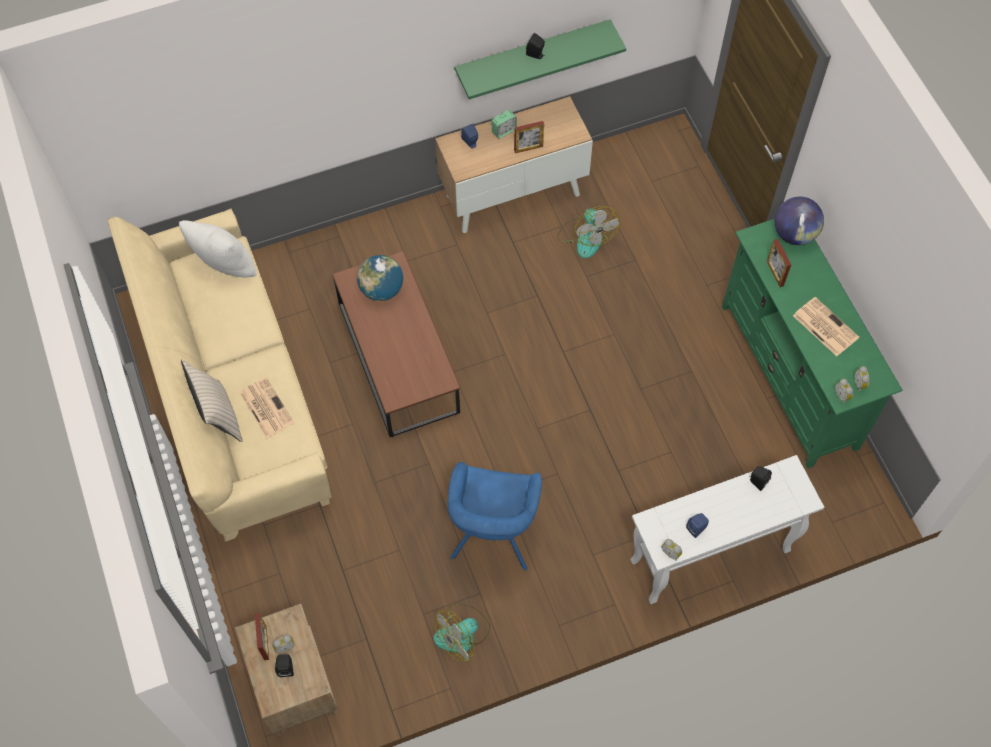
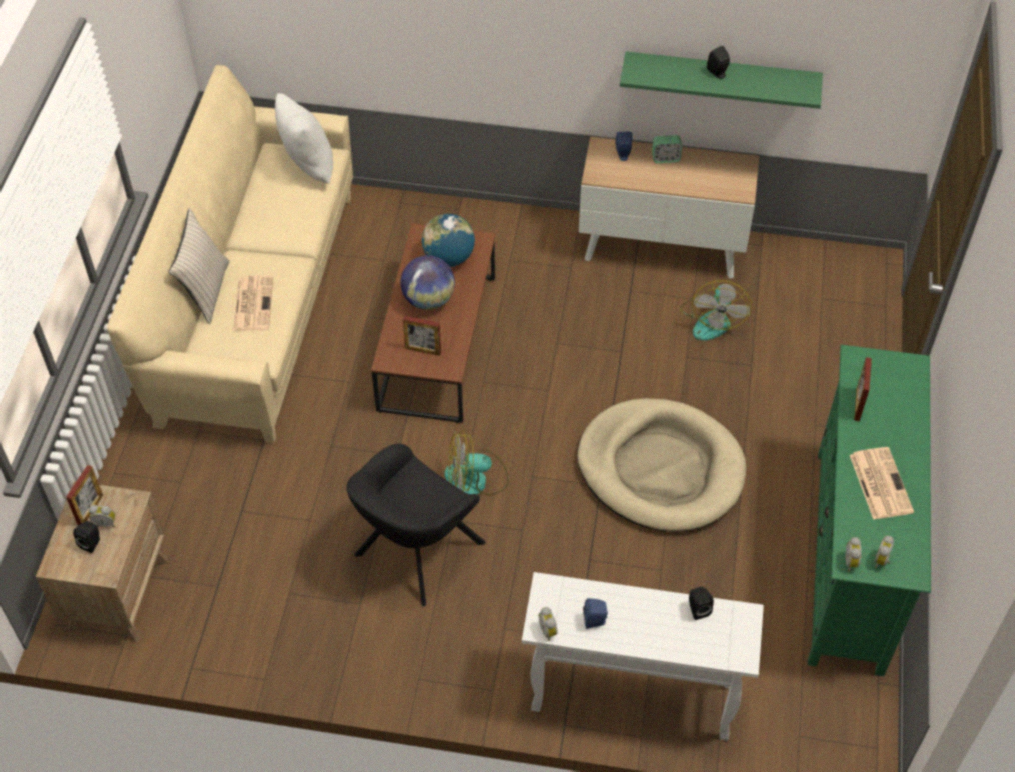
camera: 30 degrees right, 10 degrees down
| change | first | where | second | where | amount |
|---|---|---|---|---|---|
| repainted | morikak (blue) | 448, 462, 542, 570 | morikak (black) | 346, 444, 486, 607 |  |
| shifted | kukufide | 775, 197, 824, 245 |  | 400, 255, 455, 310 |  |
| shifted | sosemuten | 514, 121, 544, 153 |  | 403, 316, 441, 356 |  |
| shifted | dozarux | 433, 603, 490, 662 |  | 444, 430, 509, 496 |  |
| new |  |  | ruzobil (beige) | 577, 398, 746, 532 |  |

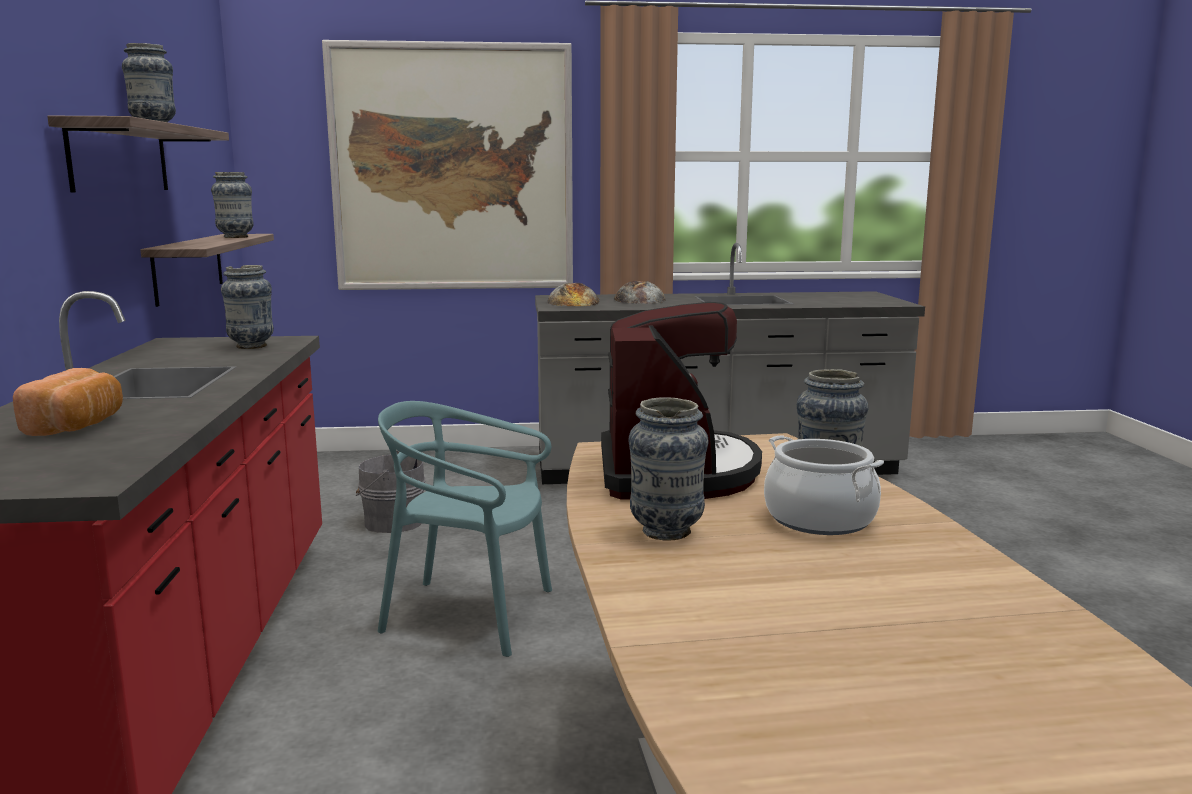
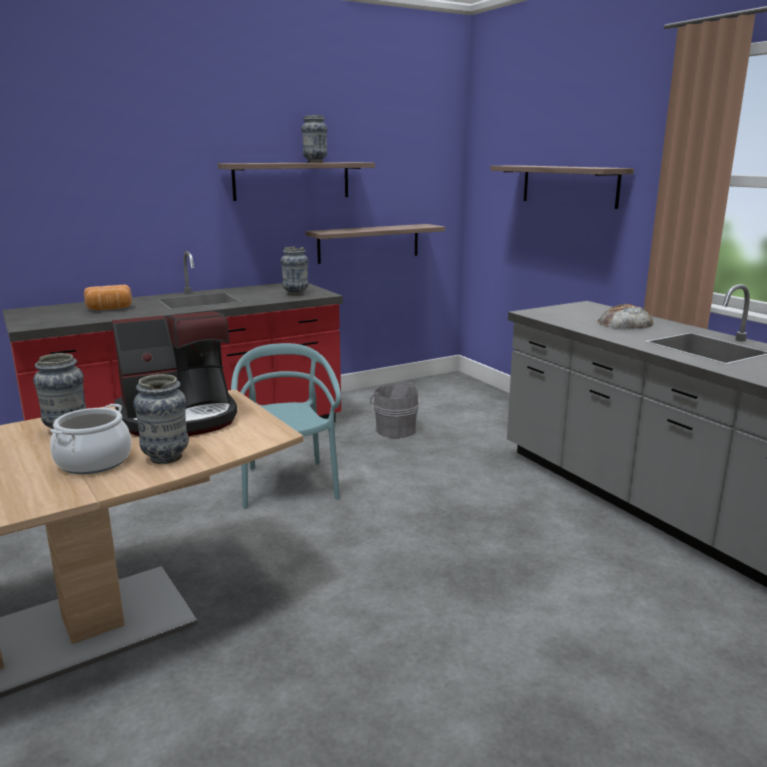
camera: 65 degrees right, 5 degrees up
| change | first | where | second | where | amount |
|---|---|---|---|---|---|
| swapped | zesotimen | 322, 40, 573, 290 | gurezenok | 490, 165, 634, 209 |  |
| gone | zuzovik | 211, 172, 254, 238 |  |  |  |
| gone | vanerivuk | 547, 283, 599, 306 |  |  |  |

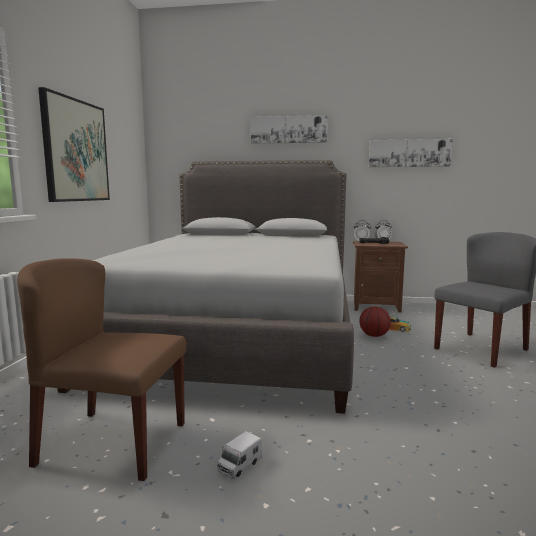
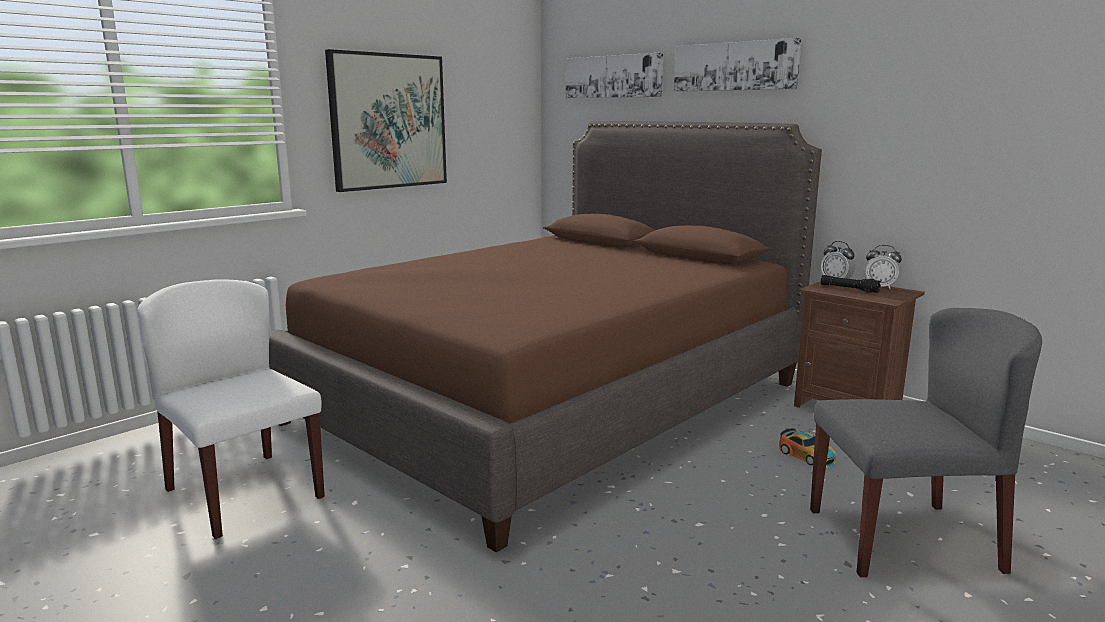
camera: 35 degrees right, 5 degrees up
| change | first | where | second | where | amount |
|---|---|---|---|---|---|
| repainted | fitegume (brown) | 17, 258, 186, 481 | fitegume (white) | 137, 279, 325, 539 |  |
| repainted | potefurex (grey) | 57, 160, 354, 414 | potefurex (brown) | 269, 121, 822, 552 |  |
| shifted | zesotimen | 369, 139, 453, 167 |  | 566, 52, 663, 98 |  |
| gone | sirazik | 217, 431, 262, 479 |  |  |  |
| gone | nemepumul | 359, 306, 391, 337 |  |  |  |

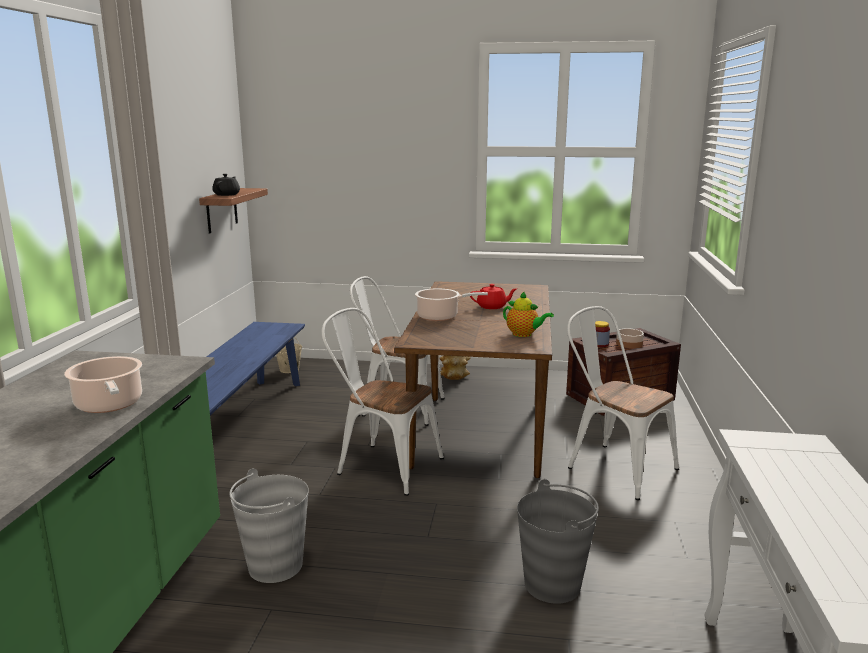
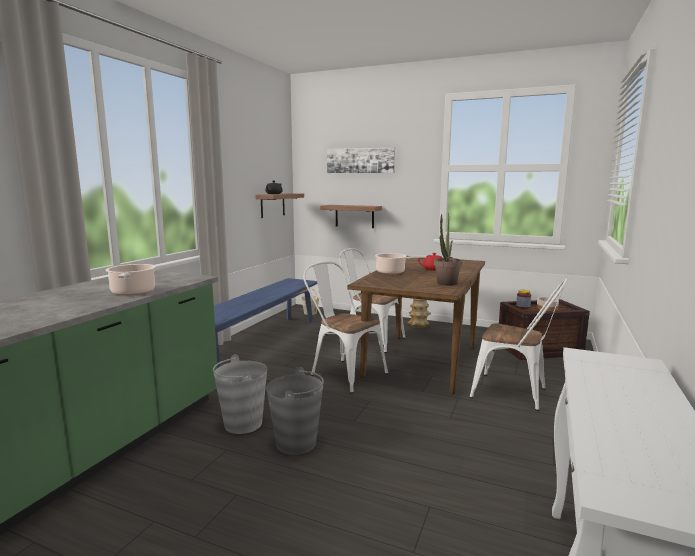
camera: 15 degrees right, 5 degrees down
| change | first | where | second | where | amount |
|---|---|---|---|---|---|
| shifted | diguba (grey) | 517, 479, 599, 604 |  | 266, 367, 324, 455 |  |
| new |  |  | gurezenok | 320, 205, 382, 228 |  |
| new |  |  | zesotimen | 327, 147, 395, 173 |  |
| swapped | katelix | 503, 291, 554, 337 | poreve | 434, 213, 462, 286 |  |
| rotated | fitegume (white) | 567, 306, 679, 500 |  | 470, 278, 568, 411 | 150 degrees clockwise |

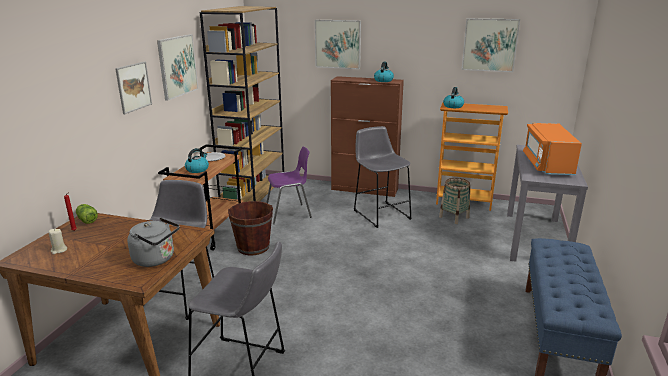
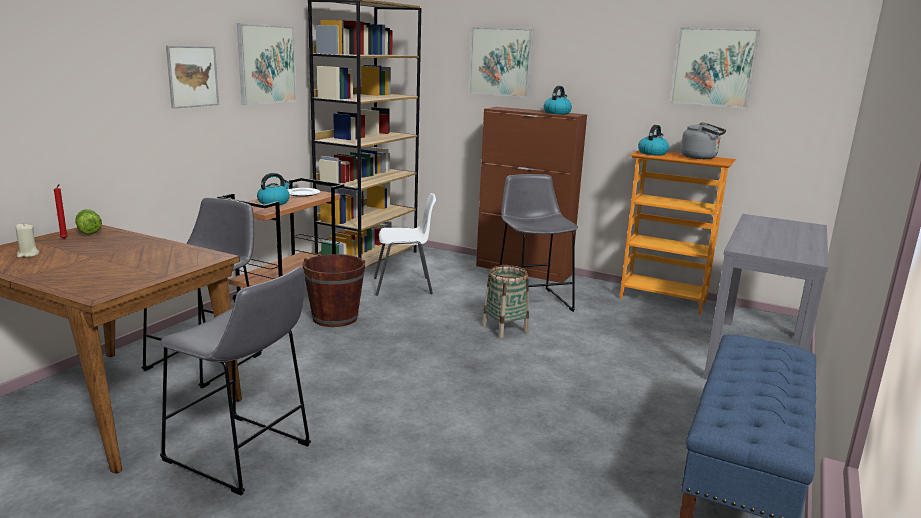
camera: 10 degrees right, 5 degrees down
| change | first | where | second | where | amount |
|---|---|---|---|---|---|
| repainted | fitegume (purple) | 266, 146, 312, 224 | fitegume (white) | 374, 193, 436, 296 |  |
| shifted | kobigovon | 439, 178, 470, 224 |  | 482, 265, 529, 338 |  |
| shifted | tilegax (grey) | 127, 218, 180, 267 |  | 681, 122, 726, 159 |  |
| gone | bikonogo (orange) | 523, 123, 582, 175 |  |  |  |

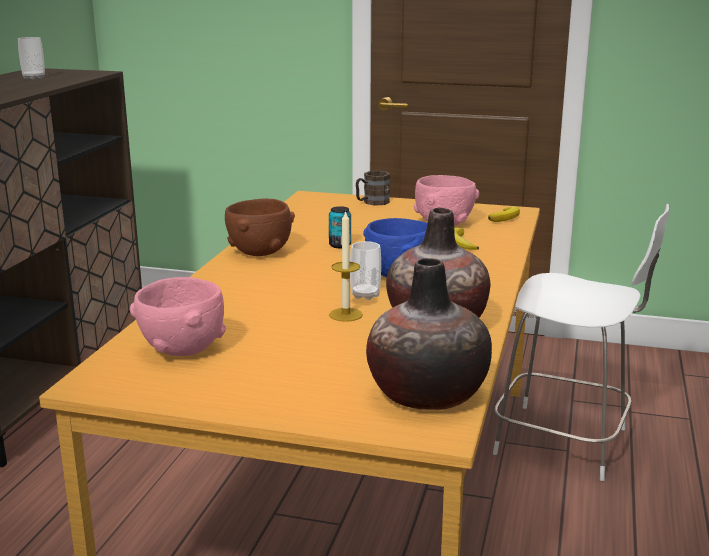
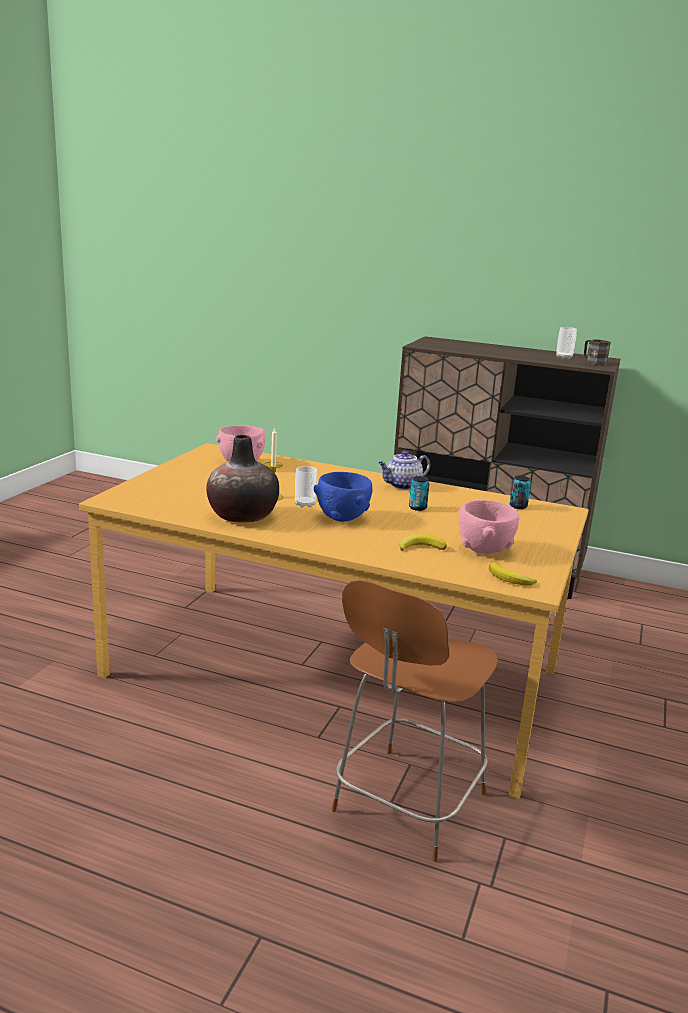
camera: 95 degrees right, 0 degrees up
| change | first | where | second | where | amount |
|---|---|---|---|---|---|
| repainted | fitegume (white) | 493, 204, 670, 481 | fitegume (brown) | 331, 580, 498, 862 |  |
| swapped | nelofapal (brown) | 225, 198, 295, 256 | katelix | 379, 451, 430, 490 |  |
| new |  |  | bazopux | 510, 475, 531, 509 |  |
| shifted | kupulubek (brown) | 356, 171, 390, 206 |  | 584, 339, 611, 366 |  |
| gone | zuzovik | 366, 258, 492, 410 |  |  |  |

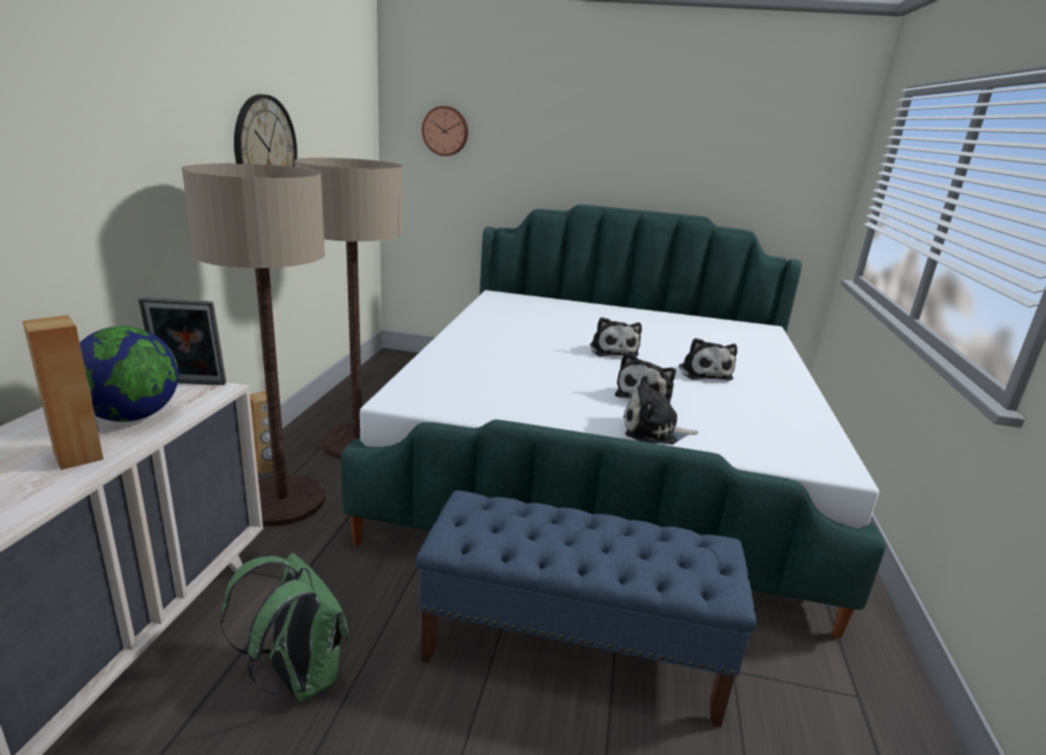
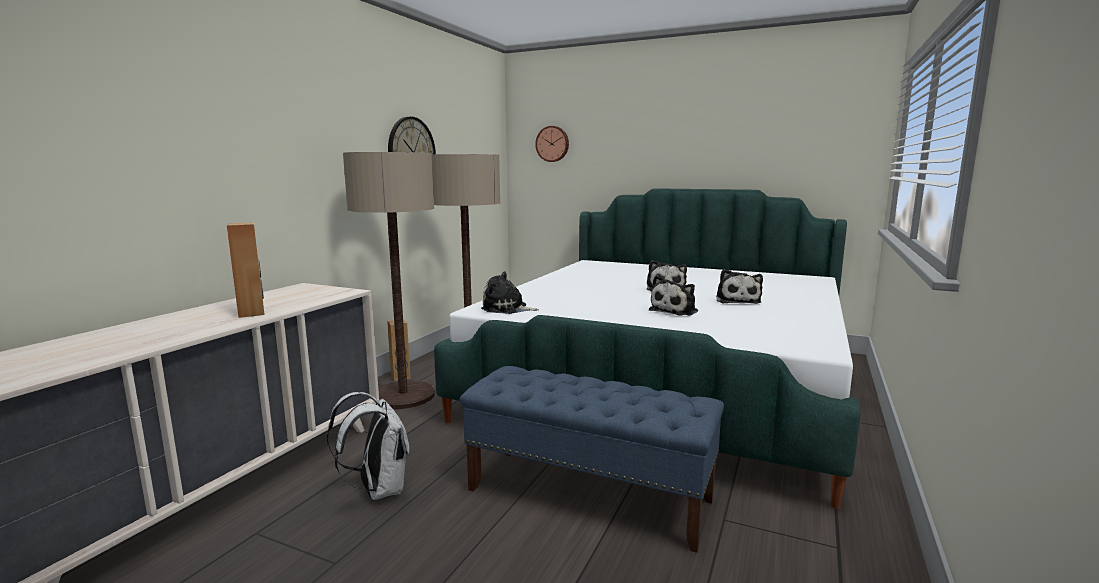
camera: 15 degrees right, 10 degrees down
| change | first | where | second | where | amount |
|---|---|---|---|---|---|
| repainted | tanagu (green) | 221, 553, 349, 701 | tanagu (white) | 327, 392, 409, 500 |  |
| shifted | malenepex | 623, 376, 698, 445 |  | 481, 271, 539, 314 |  |
| gone | kukufide | 80, 326, 179, 422 |  |  |  |
| gone | sosemuten | 138, 298, 226, 385 |  |  |  |

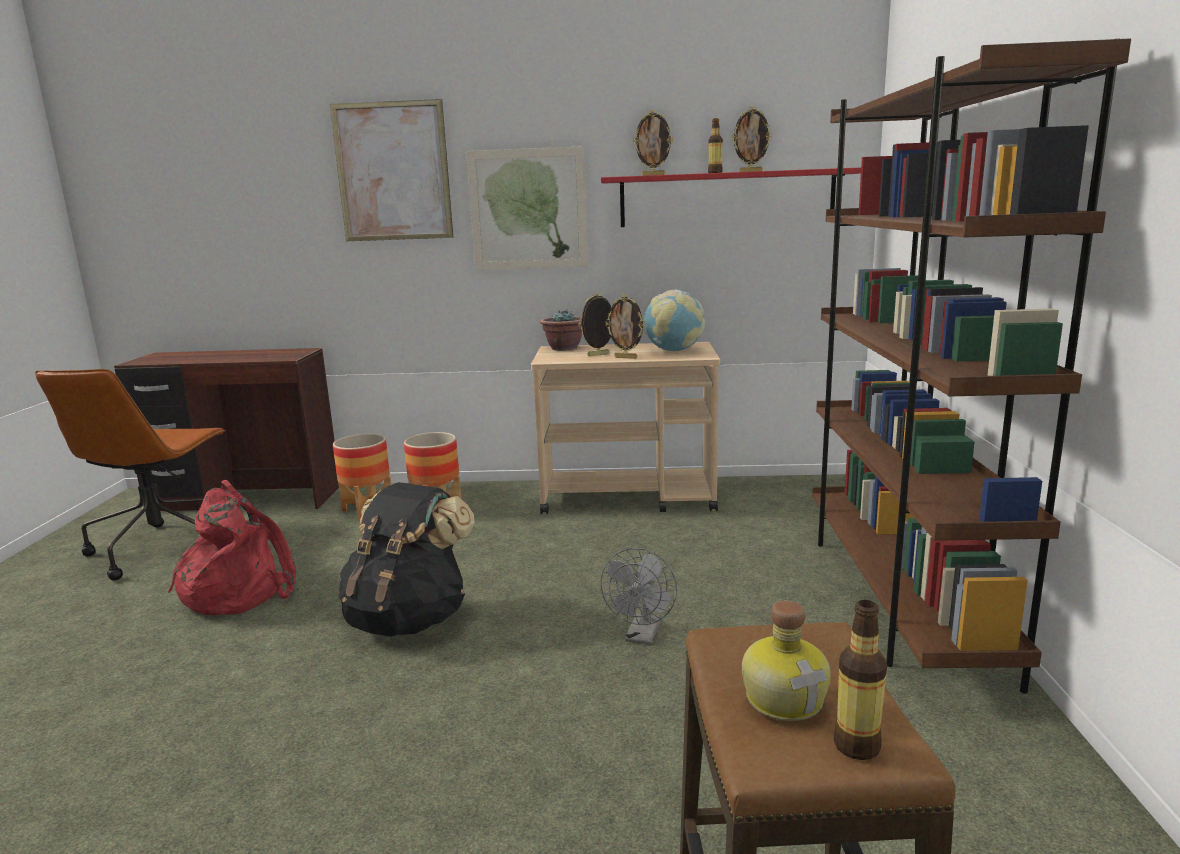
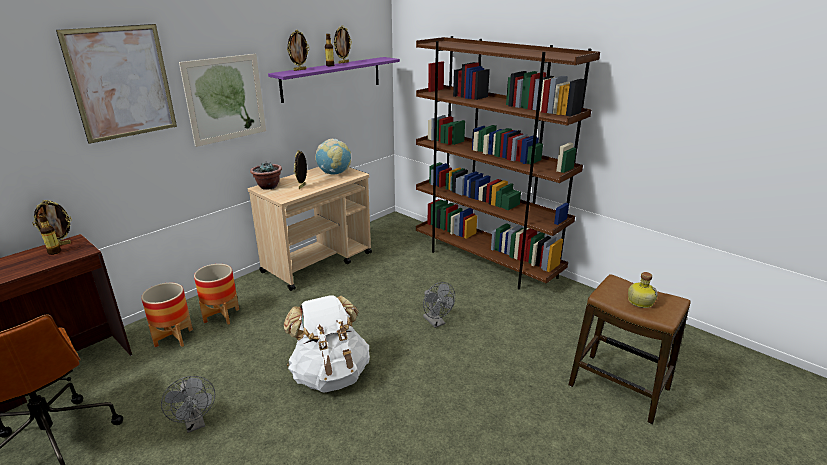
camera: 50 degrees left, 10 degrees up
| change | first | where | second | where | amount |
|---|---|---|---|---|---|
| shifted | sosemuten | 605, 295, 645, 359 |  | 32, 200, 72, 245 |  |
| shifted | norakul | 834, 600, 887, 760 |  | 38, 213, 61, 255 |  |
| swapped | tanagu (red) | 168, 480, 296, 615 | dozarux (grey) | 161, 376, 215, 433 |  |
| repainted | gurezenok (red) | 601, 167, 861, 227 | gurezenok (purple) | 268, 57, 400, 103 |  |
| repainted | tanagu (black) | 339, 482, 475, 637 | tanagu (white) | 284, 295, 370, 393 |  |

